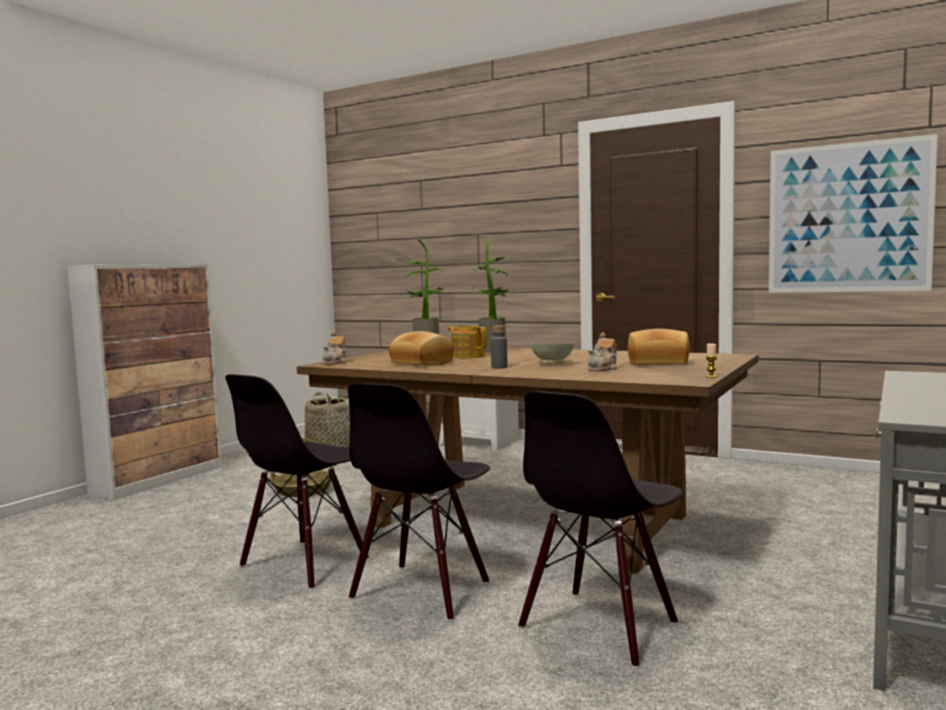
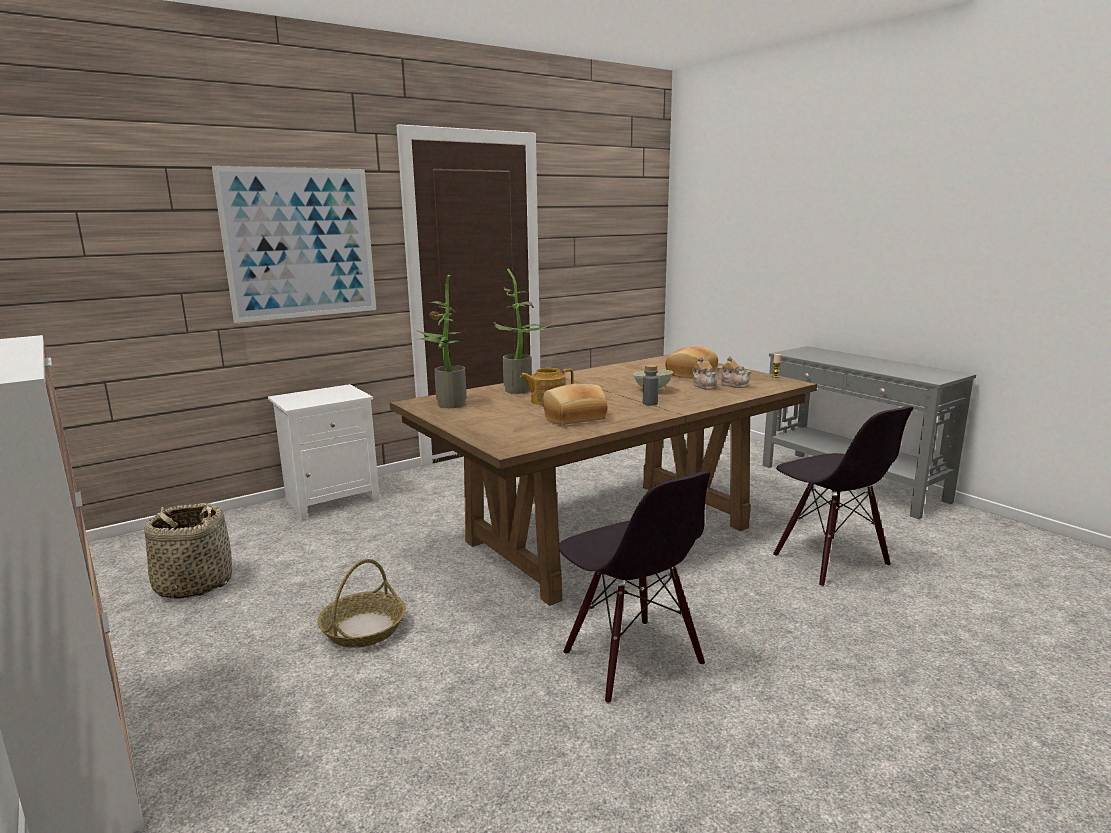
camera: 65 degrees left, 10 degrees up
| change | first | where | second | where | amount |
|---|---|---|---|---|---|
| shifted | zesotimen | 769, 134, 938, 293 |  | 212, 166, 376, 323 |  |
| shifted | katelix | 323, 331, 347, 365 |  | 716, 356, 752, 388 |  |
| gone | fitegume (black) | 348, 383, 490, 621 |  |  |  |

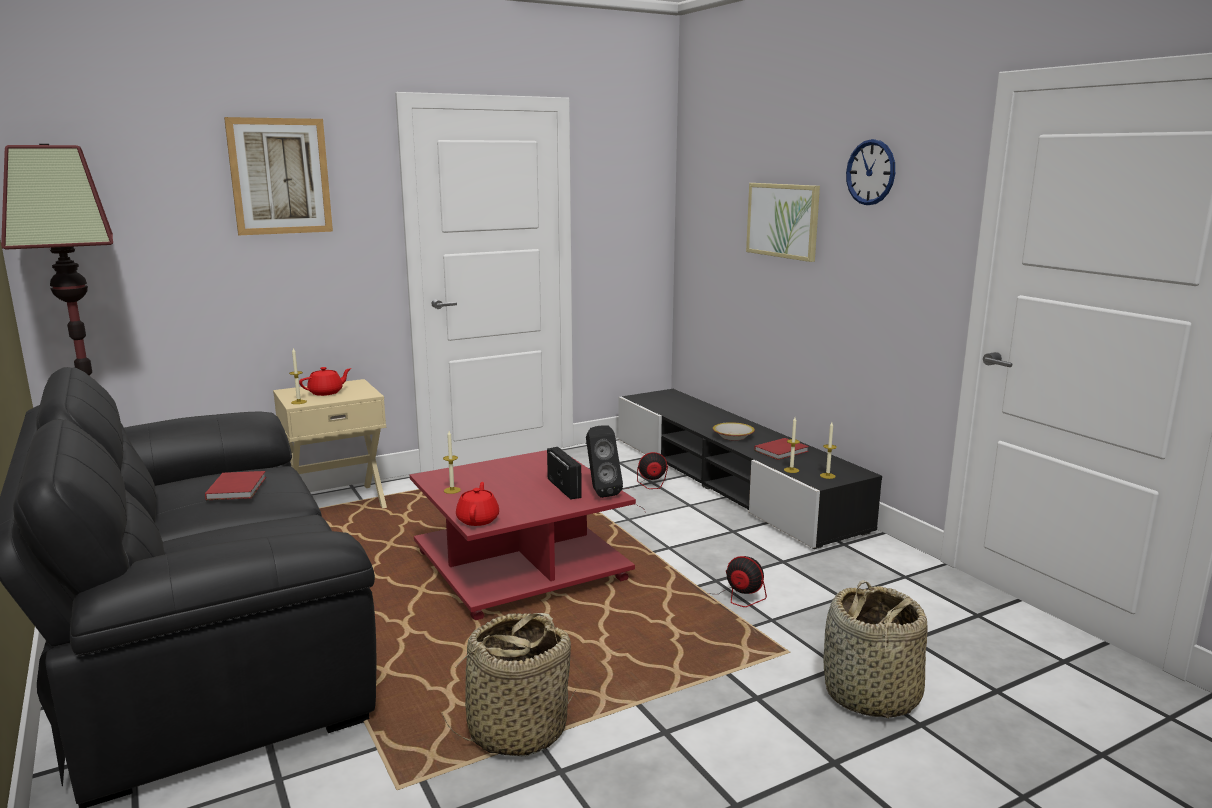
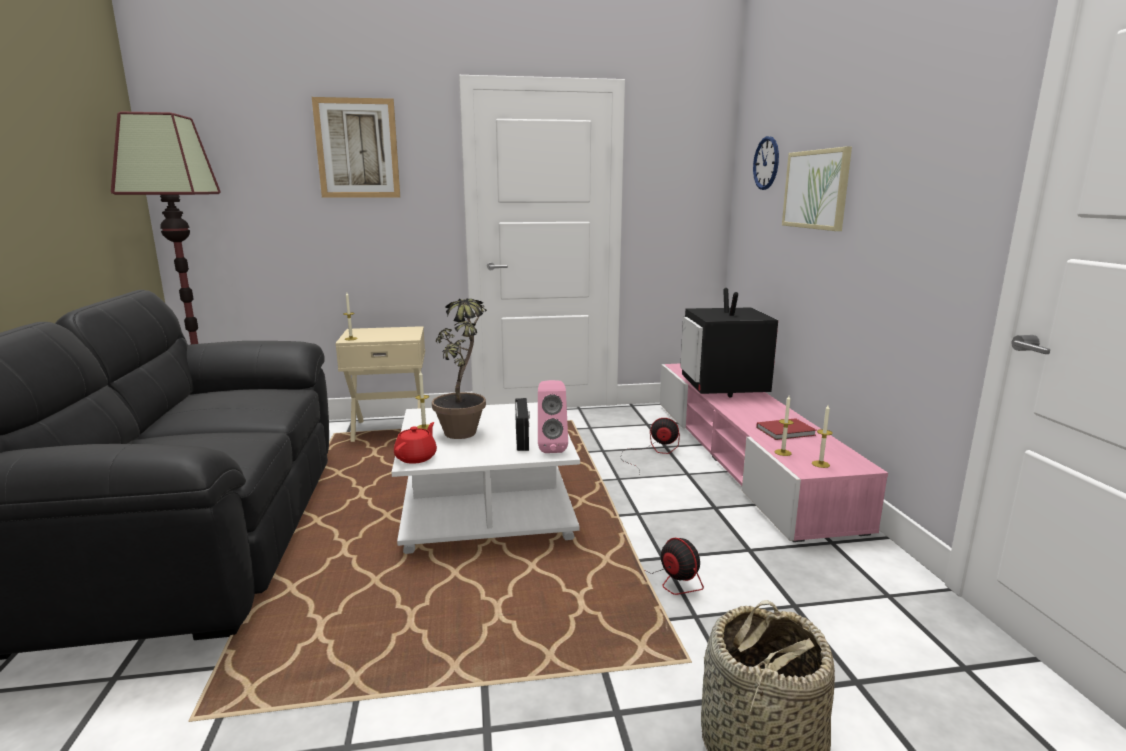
camera: 20 degrees right, 0 degrees up
| change | first | where | second | where | amount |
|---|---|---|---|---|---|
| repainted | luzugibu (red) | 410, 450, 636, 620 | luzugibu (white) | 391, 402, 580, 554 |  |
| new |  |  | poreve | 432, 294, 487, 439 |  |
| repainted | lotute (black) | 586, 425, 623, 498 | lotute (pink) | 538, 380, 568, 453 |  |
| repainted | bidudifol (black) | 618, 389, 882, 549 | bidudifol (pink) | 660, 363, 888, 542 |  |
| new |  |  | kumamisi | 680, 288, 778, 398 |  |
| shifted | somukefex | 846, 139, 895, 205 |  | 753, 136, 779, 190 |  |
| gone | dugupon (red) | 205, 471, 266, 500 |  |  |  |
| gone | katelix (red) | 299, 367, 351, 396 |  |  |  |
| gone | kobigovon | 442, 613, 575, 757 |  |  |  |
| gone | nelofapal | 713, 422, 755, 441 |  |  |  |

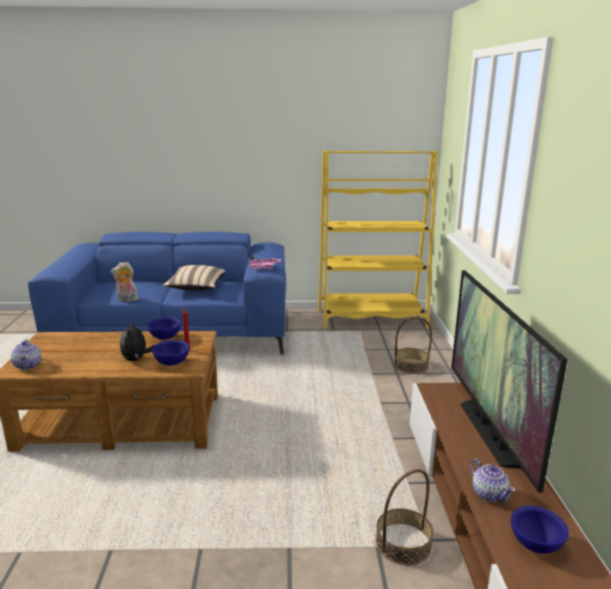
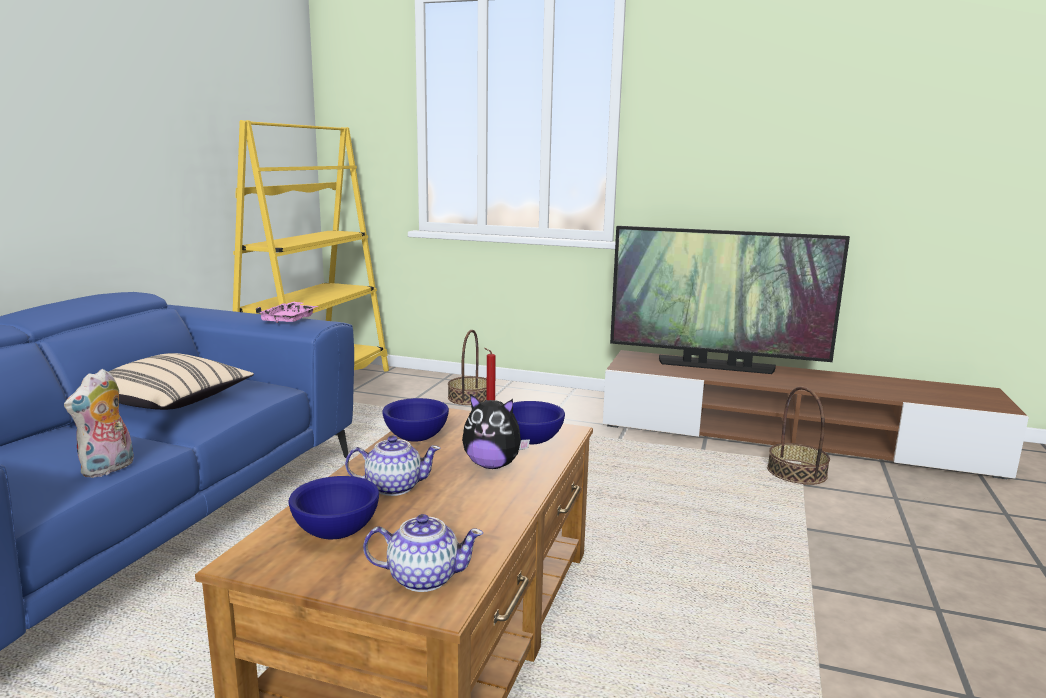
camera: 70 degrees left, 5 degrees down
| change | first | where | second | where | amount |
|---|---|---|---|---|---|
| shifted | nelofapal (blue) | 511, 506, 569, 554 |  | 289, 476, 379, 539 |  |
| shifted | katelix | 470, 459, 515, 502 |  | 345, 436, 441, 496 |  |

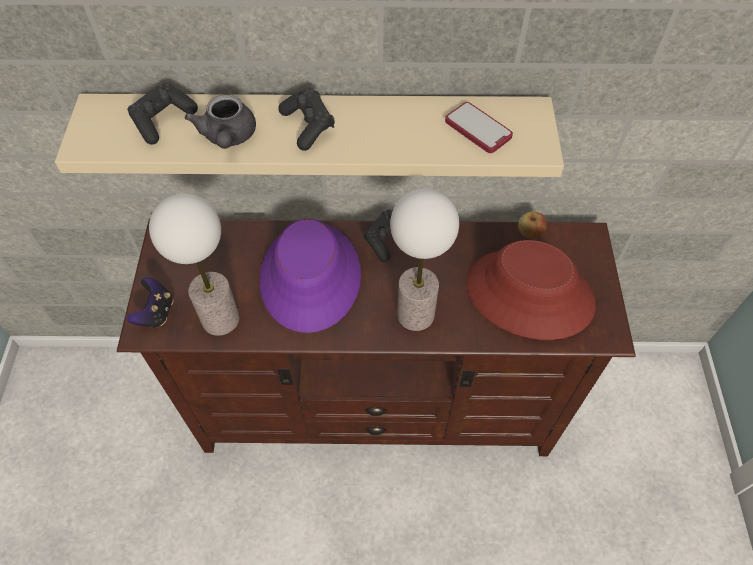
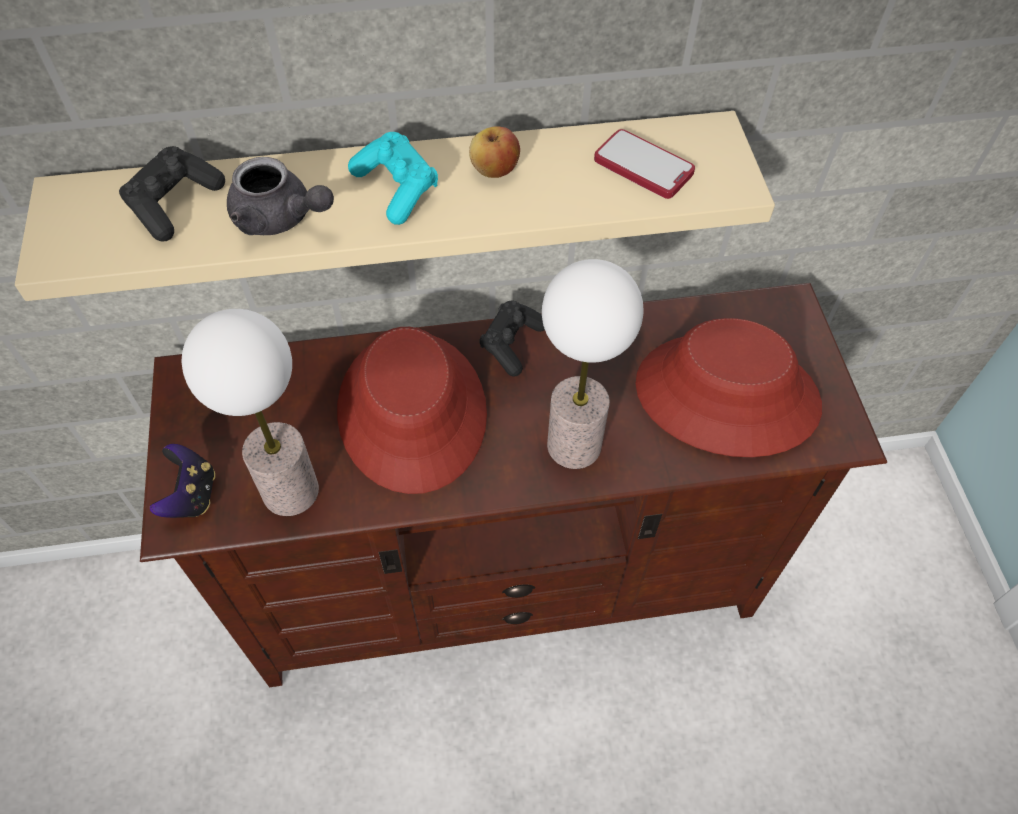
camera: 10 degrees left, 0 degrees up
| change | first | where | second | where | amount |
|---|---|---|---|---|---|
| rotated | katelix (grey) | 185, 94, 256, 149 |  | 227, 157, 334, 235 | 45 degrees counterclockwise |
| repainted | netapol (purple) | 259, 219, 361, 333 | netapol (red) | 337, 327, 487, 494 |  |
| repainted | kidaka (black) | 278, 88, 335, 151 | kidaka (turquoise) | 348, 132, 438, 225 |  |
| shifted | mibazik | 518, 211, 547, 238 |  | 469, 127, 520, 178 |  |

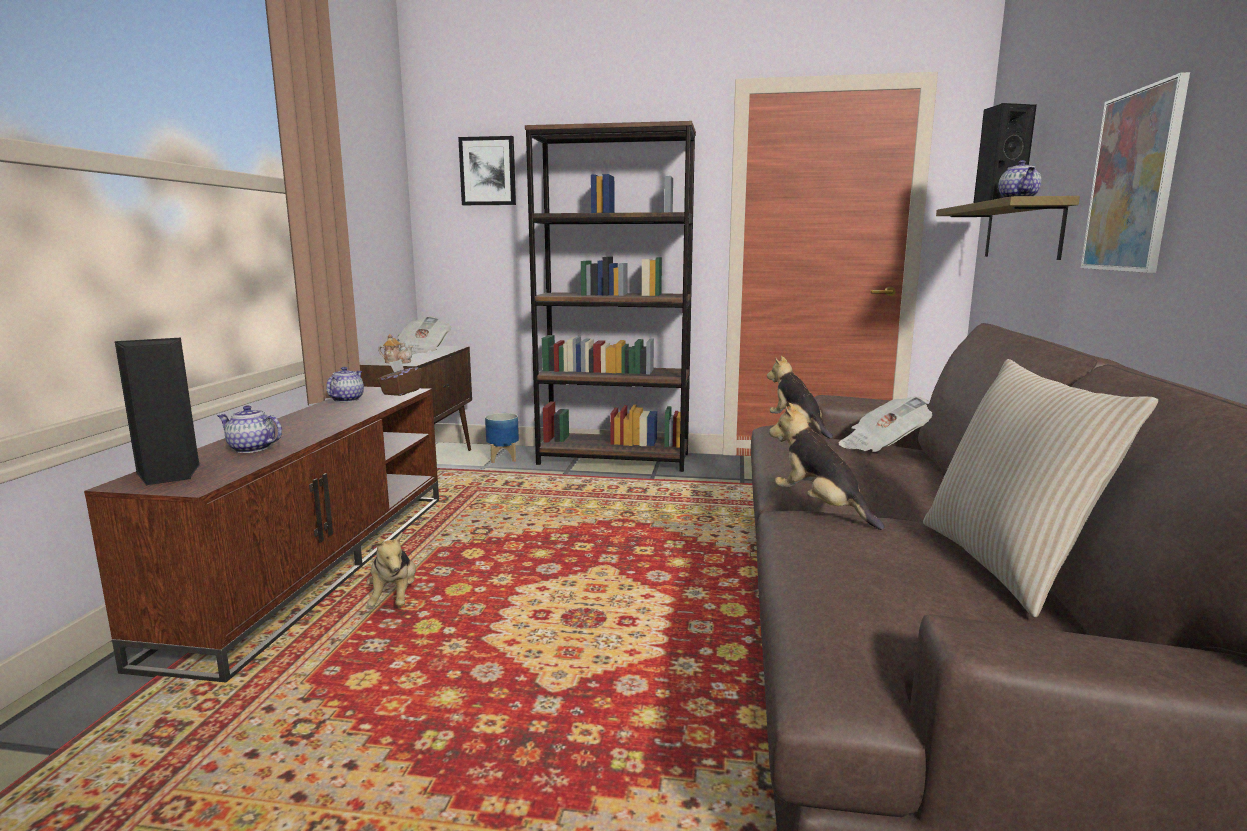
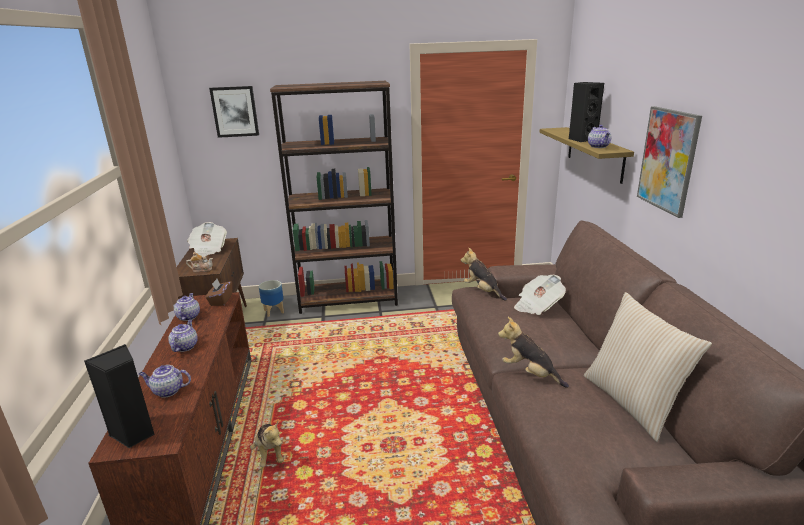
camera: 15 degrees left, 10 degrees up
| change | first | where | second | where | amount |
|---|---|---|---|---|---|
| new |  |  | katelix | 168, 320, 198, 352 |  |

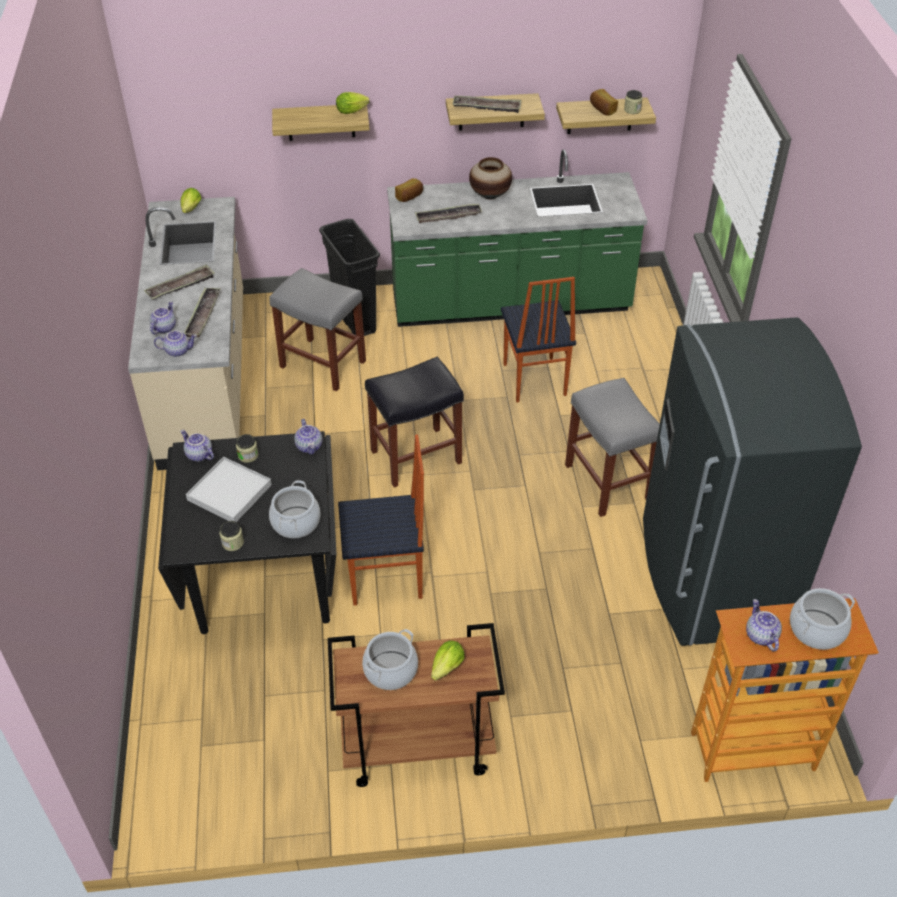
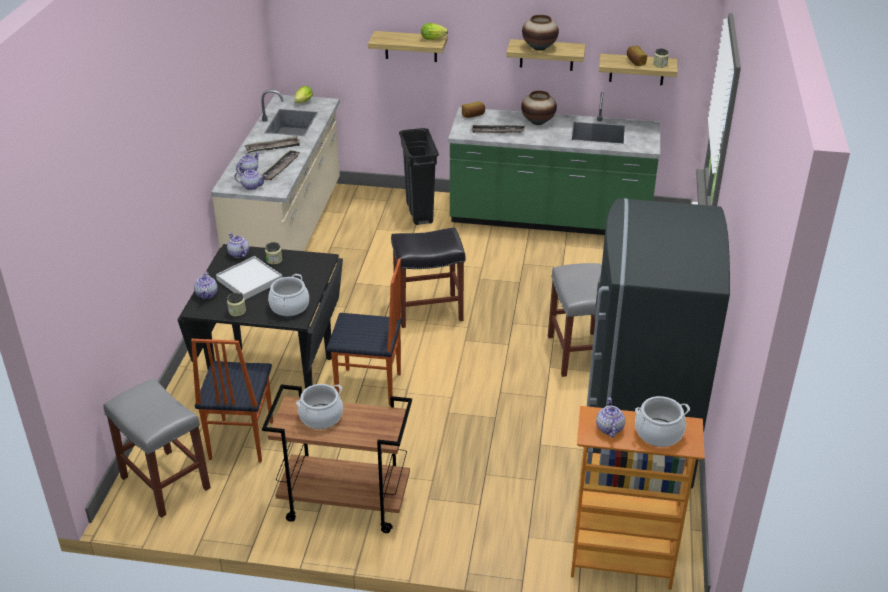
camera: 15 degrees right, 10 degrees down
| change | first | where | second | where | amount |
|---|---|---|---|---|---|
| shifted | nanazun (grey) | 269, 268, 366, 391 |  | 103, 378, 211, 518 |  |
| shifted | fitegume | 501, 277, 576, 402 |  | 191, 339, 273, 462 |  |
| shifted | katelix | 294, 419, 322, 455 |  | 194, 271, 218, 299 |  |
| swapped | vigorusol | 452, 96, 521, 113 | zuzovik | 522, 15, 559, 51 |  |
| gone | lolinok | 431, 640, 465, 681 |  |  |  |

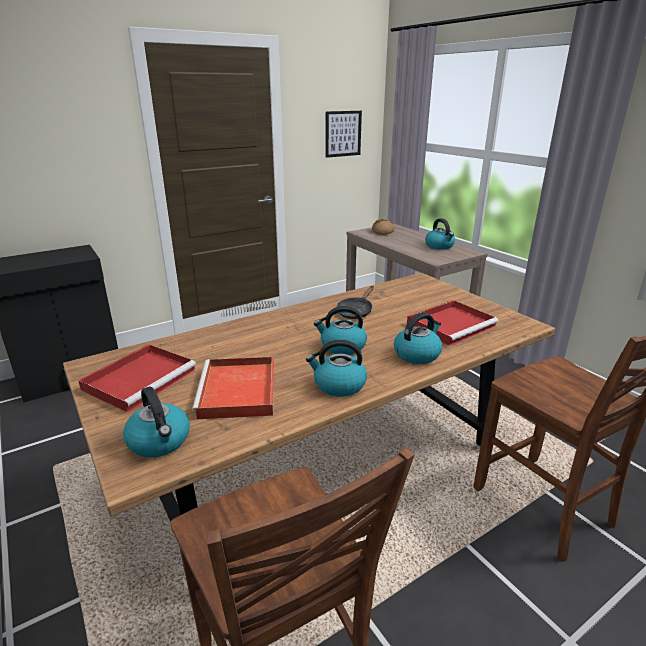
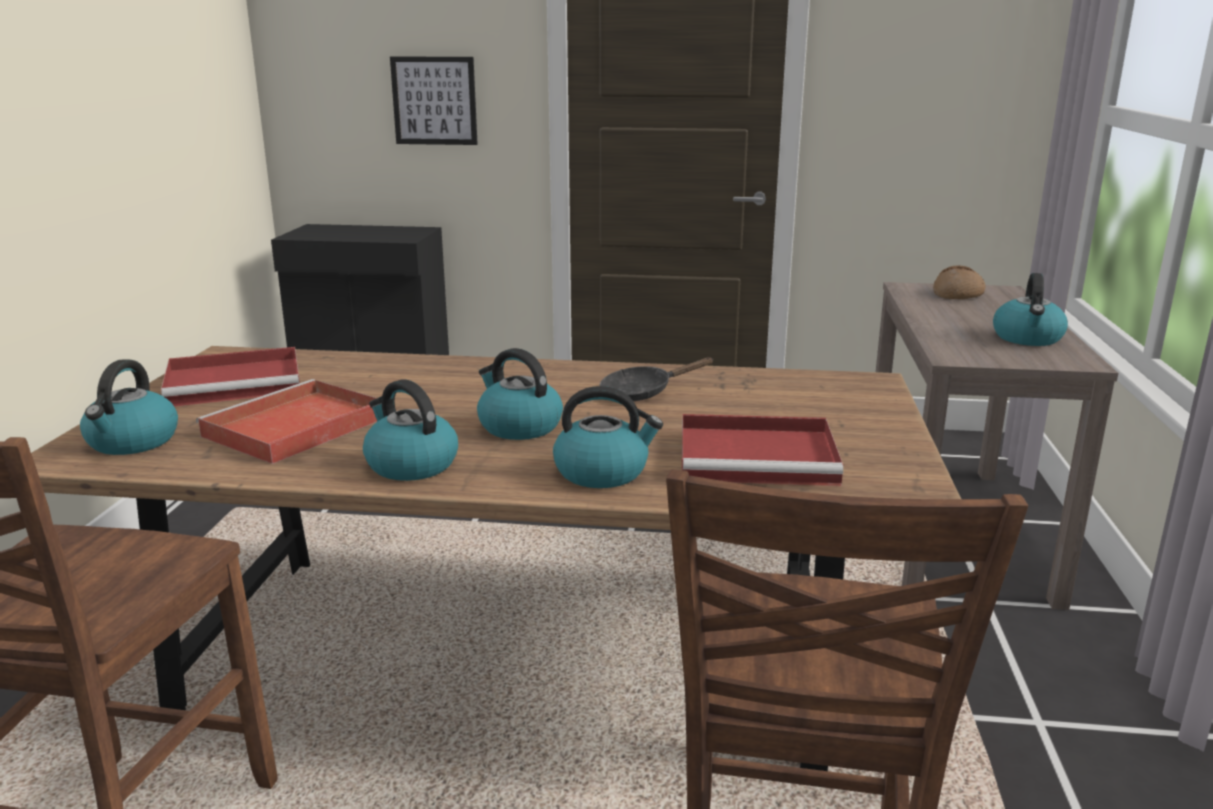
camera: 40 degrees right, 5 degrees down
| change | first | where | second | where | amount |
|---|---|---|---|---|---|
| shifted | zesotimen | 326, 111, 362, 158 |  | 390, 57, 478, 145 |  |

